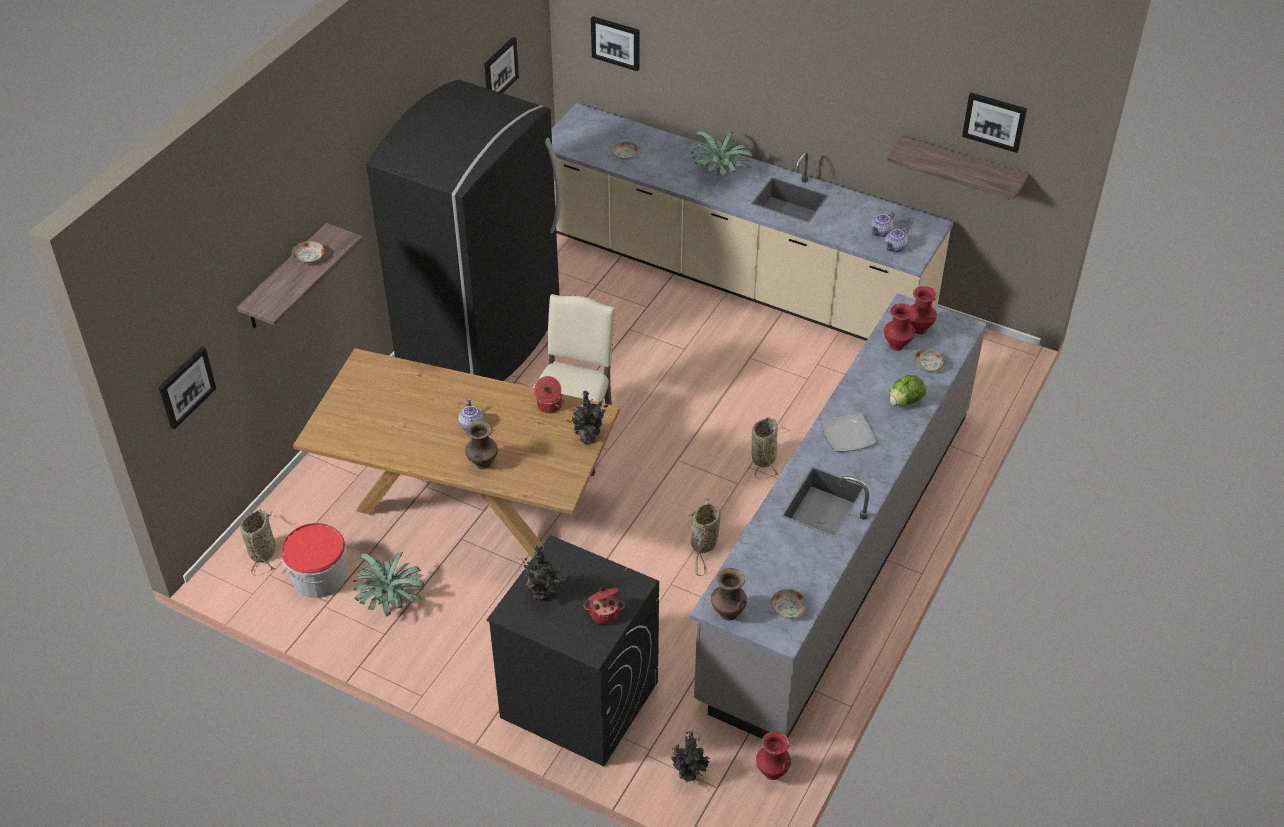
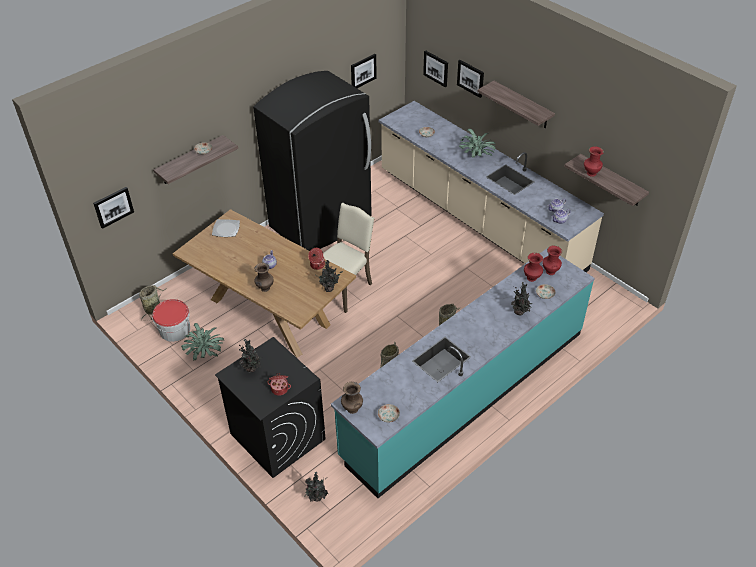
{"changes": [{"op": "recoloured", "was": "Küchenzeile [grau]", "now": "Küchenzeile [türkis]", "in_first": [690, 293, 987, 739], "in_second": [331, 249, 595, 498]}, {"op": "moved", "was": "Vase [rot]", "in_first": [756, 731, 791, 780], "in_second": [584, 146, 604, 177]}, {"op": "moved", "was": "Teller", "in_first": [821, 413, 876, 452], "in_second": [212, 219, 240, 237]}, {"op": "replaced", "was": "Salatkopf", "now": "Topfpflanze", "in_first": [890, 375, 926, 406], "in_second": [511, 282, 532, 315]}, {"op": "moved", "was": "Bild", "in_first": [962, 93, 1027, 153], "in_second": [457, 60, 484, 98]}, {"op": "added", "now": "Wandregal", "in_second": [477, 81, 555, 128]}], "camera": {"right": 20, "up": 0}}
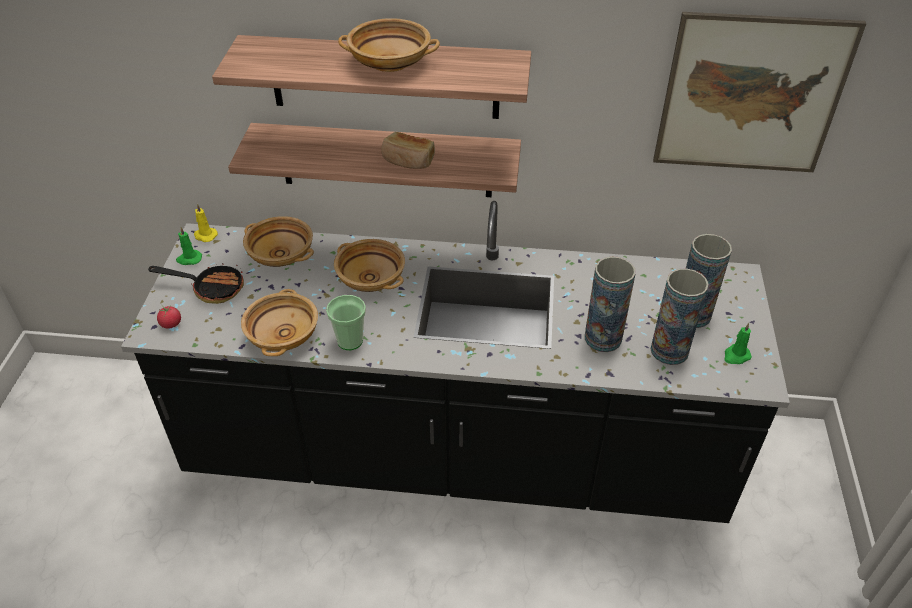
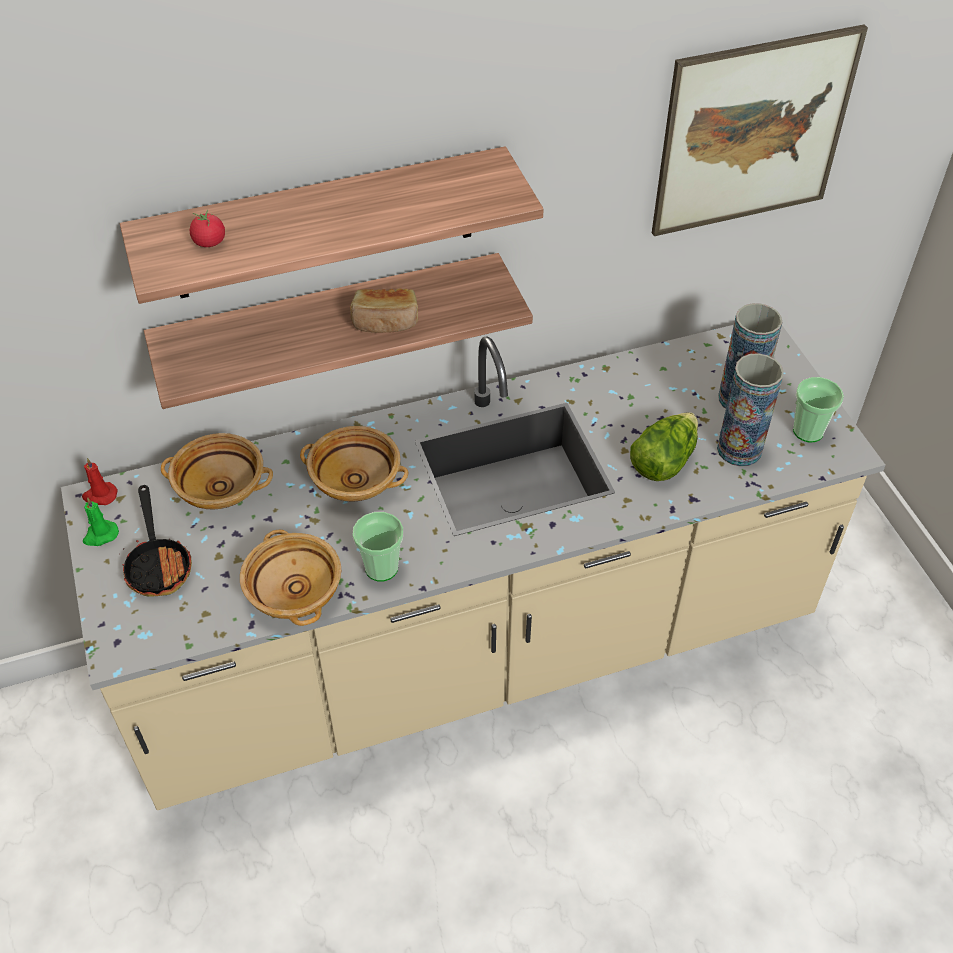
{"changes": [{"op": "recoloured", "was": "Küchenzeile [schwarz]", "now": "Küchenzeile [beige]", "in_first": [121, 201, 790, 523], "in_second": [61, 325, 885, 810]}, {"op": "turned", "was": "Pfanne", "in_first": [148, 263, 244, 304], "in_second": [123, 485, 192, 597], "clockwise": 90}, {"op": "moved", "was": "Tomate", "in_first": [157, 305, 181, 329], "in_second": [190, 210, 225, 247]}, {"op": "recoloured", "was": "Kerze [gelb]", "now": "Kerze [rot]", "in_first": [194, 204, 218, 242], "in_second": [82, 458, 118, 505]}, {"op": "removed", "was": "Schüssel [beige]", "in_first": [338, 18, 440, 72]}, {"op": "replaced", "was": "Vase", "now": "Salatkopf", "in_first": [585, 256, 636, 352], "in_second": [630, 413, 698, 481]}, {"op": "replaced", "was": "Kerze [grün]", "now": "Tasse", "in_first": [724, 323, 752, 364], "in_second": [793, 377, 844, 442]}], "camera": {"right": -25, "up": 5}}
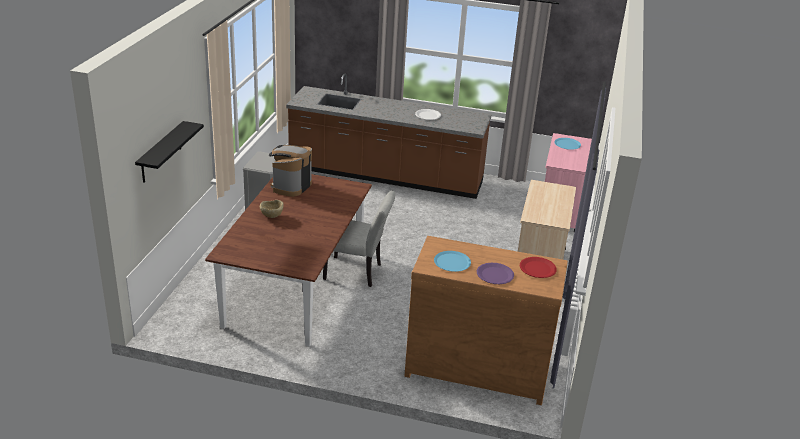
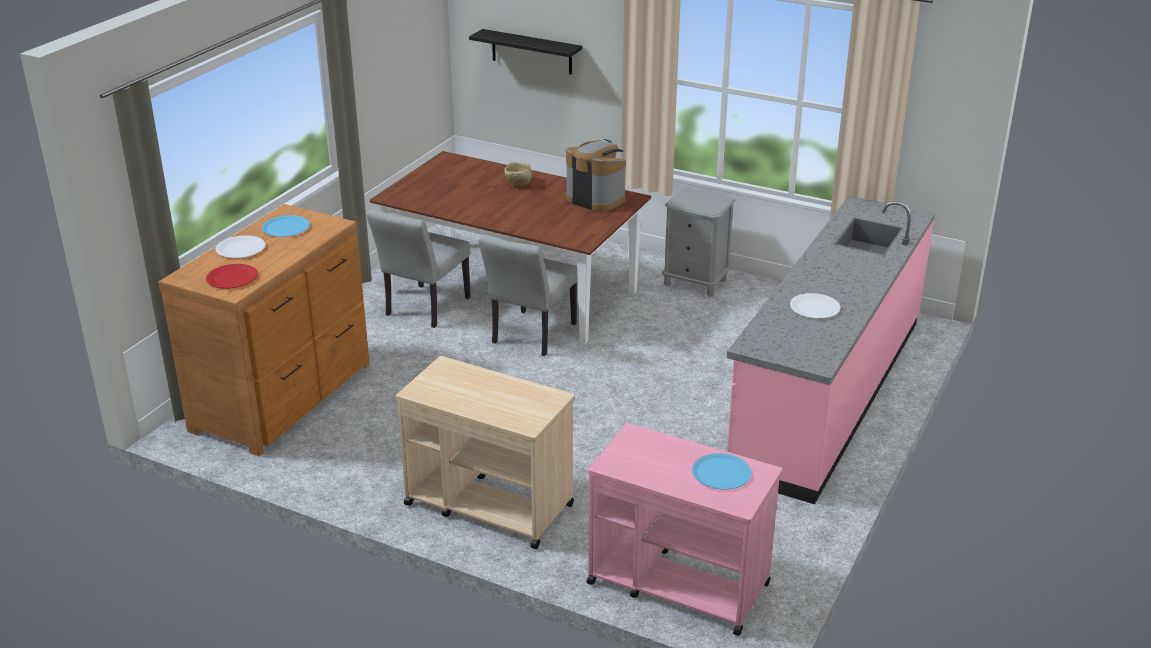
{"changes": [{"op": "recoloured", "was": "Küchenzeile [braun]", "now": "Küchenzeile [rosa]", "in_first": [286, 74, 492, 199], "in_second": [727, 196, 935, 504]}, {"op": "recoloured", "was": "Teller [lila]", "now": "Teller [weiß]", "in_first": [477, 263, 514, 284], "in_second": [216, 235, 266, 258]}, {"op": "added", "now": "Stuhl [grau]", "in_second": [367, 209, 471, 328]}], "camera": {"right": 105, "up": 0}}
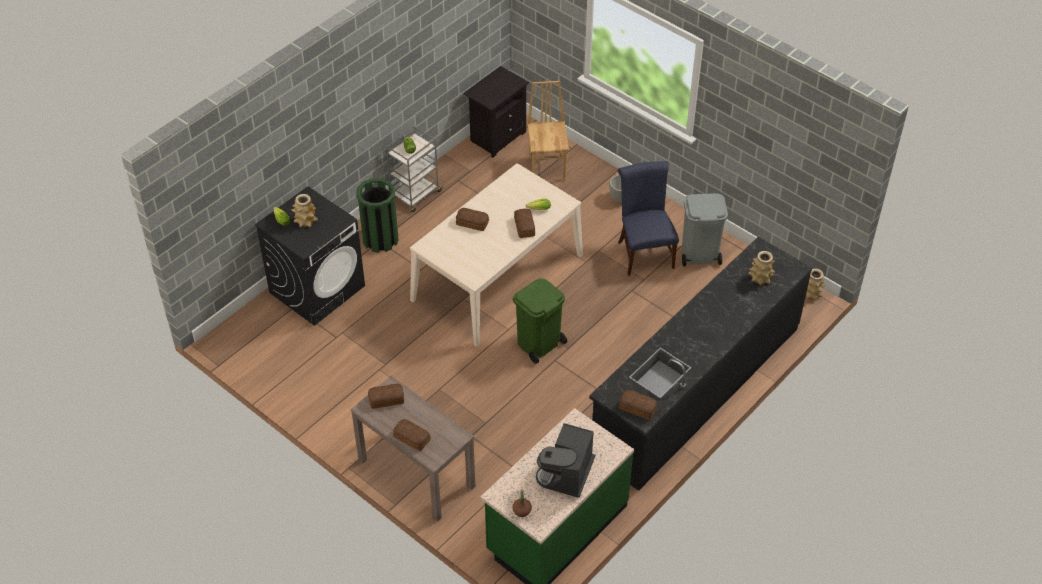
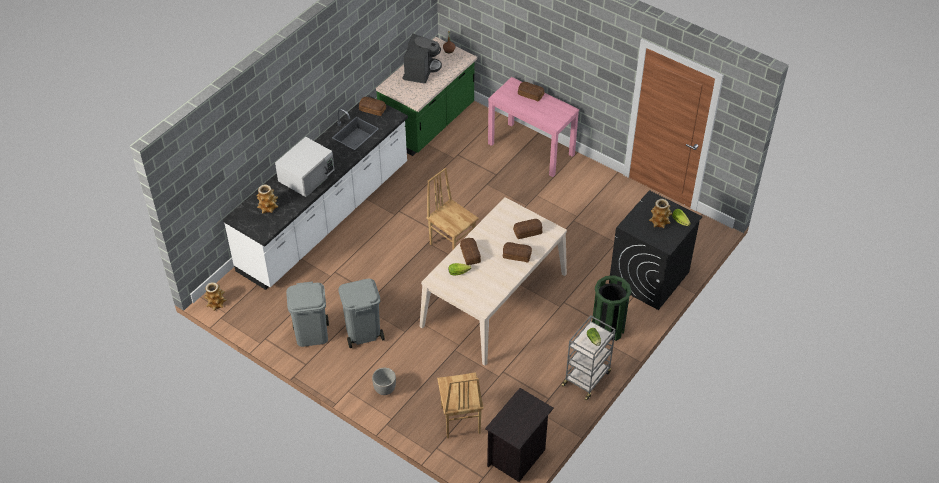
{"changes": [{"op": "recoloured", "was": "Konsolentisch [braun]", "now": "Konsolentisch [rosa]", "in_first": [350, 376, 475, 521], "in_second": [488, 77, 579, 177]}, {"op": "moved", "was": "Brot", "in_first": [368, 384, 404, 409], "in_second": [513, 219, 542, 239]}, {"op": "replaced", "was": "Mülleimer [grün]", "now": "Stuhl [braun]", "in_first": [513, 278, 567, 364], "in_second": [426, 168, 479, 249]}, {"op": "recoloured", "was": "Küchenzeile [schwarz]", "now": "Küchenzeile [weiß]", "in_first": [589, 237, 812, 491], "in_second": [223, 95, 408, 290]}, {"op": "replaced", "was": "Stuhl [blau]", "now": "Mülleimer [grau]", "in_first": [618, 161, 679, 276], "in_second": [338, 279, 385, 348]}, {"op": "added", "now": "Mikrowelle [weiß]", "in_second": [275, 137, 334, 197]}], "camera": {"right": 175, "up": 0}}
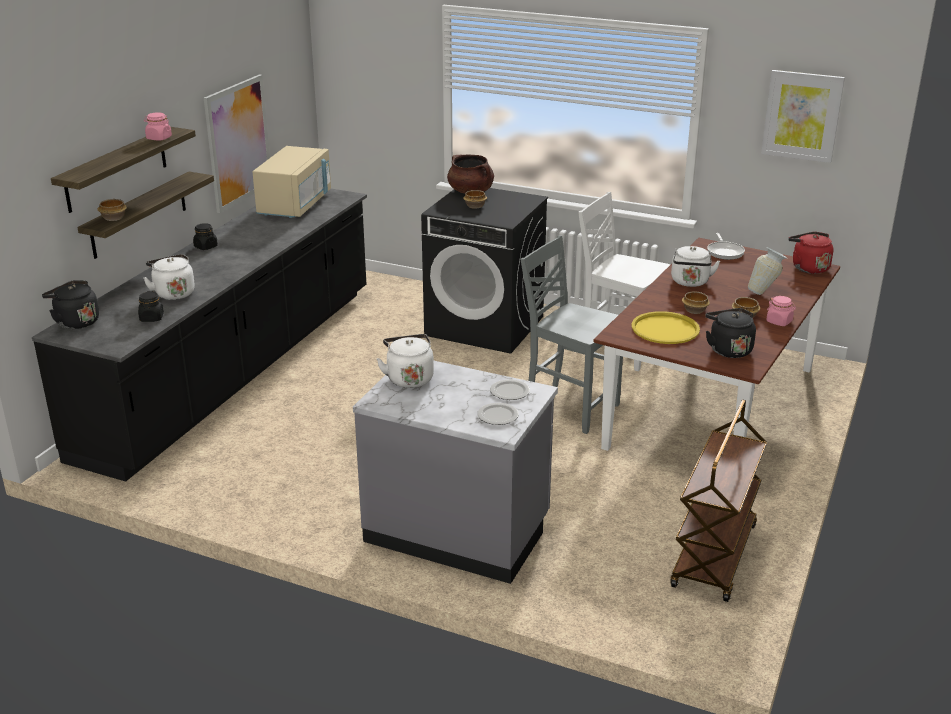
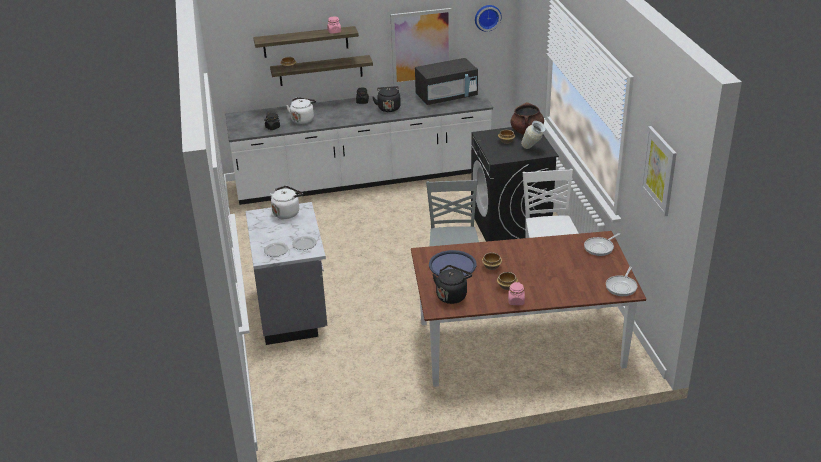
{"changes": [{"op": "recoloured", "was": "Küchenzeile [schwarz]", "now": "Küchenzeile [weiß]", "in_first": [32, 189, 367, 482], "in_second": [225, 85, 493, 205]}, {"op": "moved", "was": "Wasserkessel [schwarz]", "in_first": [42, 280, 99, 329], "in_second": [372, 86, 401, 112]}, {"op": "recoloured", "was": "Mikrowelle [beige]", "now": "Mikrowelle [schwarz]", "in_first": [252, 146, 331, 218], "in_second": [415, 58, 478, 105]}, {"op": "recoloured", "was": "Tablett [gelb]", "now": "Tablett [blau]", "in_first": [631, 311, 700, 344], "in_second": [429, 250, 476, 277]}, {"op": "removed", "was": "Wasserkessel [weiß]", "in_first": [671, 246, 720, 287]}, {"op": "removed", "was": "Rollwagen [braun]", "in_first": [671, 400, 767, 602]}, {"op": "moved", "was": "Vase", "in_first": [748, 247, 788, 295], "in_second": [521, 121, 546, 149]}, {"op": "replaced", "was": "Wasserkessel [rot]", "now": "Pfanne", "in_first": [788, 232, 834, 274], "in_second": [606, 266, 637, 296]}, {"op": "added", "now": "Wanduhr", "in_second": [475, 5, 502, 32]}], "camera": {"right": 55, "up": 5}}
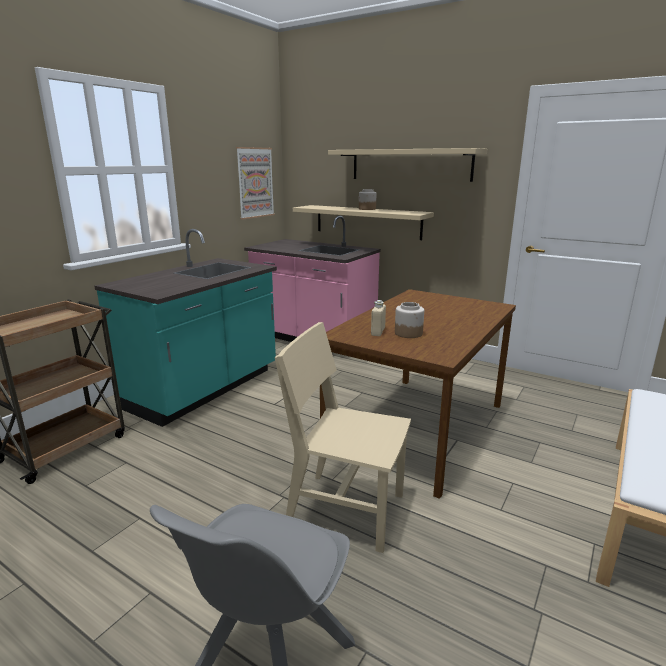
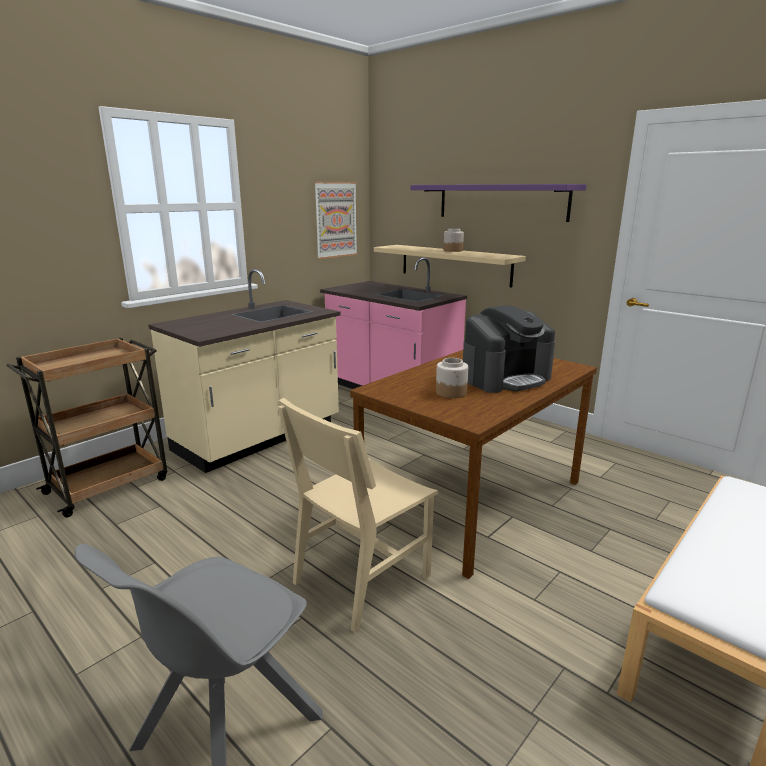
{"changes": [{"op": "recoloured", "was": "Küchenzeile [türkis]", "now": "Küchenzeile [beige]", "in_first": [95, 229, 277, 427], "in_second": [149, 269, 341, 473]}, {"op": "turned", "was": "Stuhl [beige]", "in_first": [275, 322, 411, 553], "in_second": [278, 398, 438, 633], "clockwise": -75}, {"op": "recoloured", "was": "Wandregal [beige]", "now": "Wandregal [lila]", "in_first": [328, 148, 487, 182], "in_second": [411, 184, 587, 222]}, {"op": "removed", "was": "Flasche [beige]", "in_first": [371, 300, 386, 336]}, {"op": "added", "now": "Kaffeemaschine", "in_second": [463, 305, 555, 393]}], "camera": {"right": 10, "up": 0}}
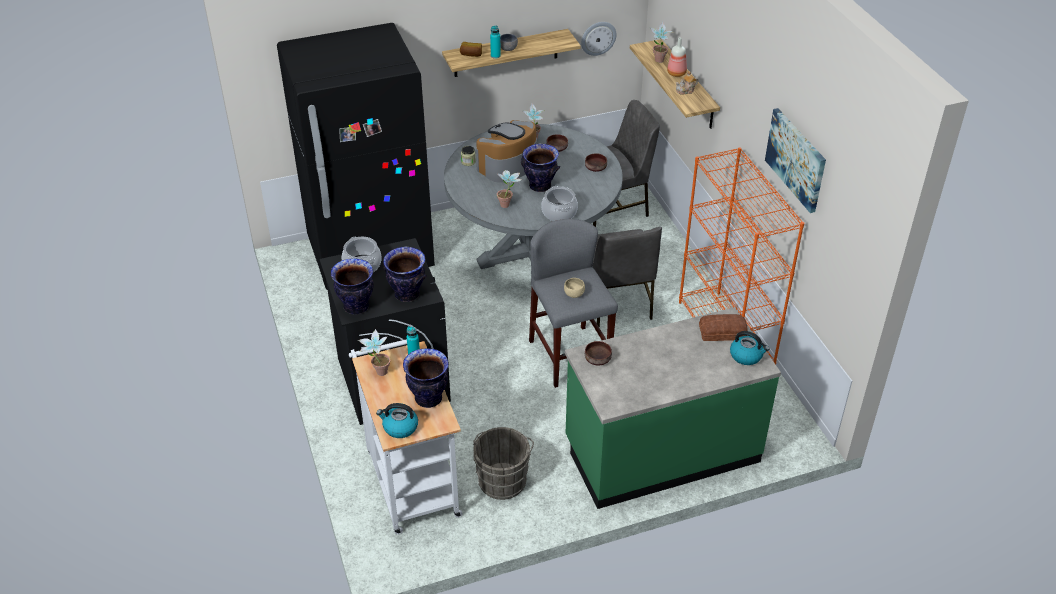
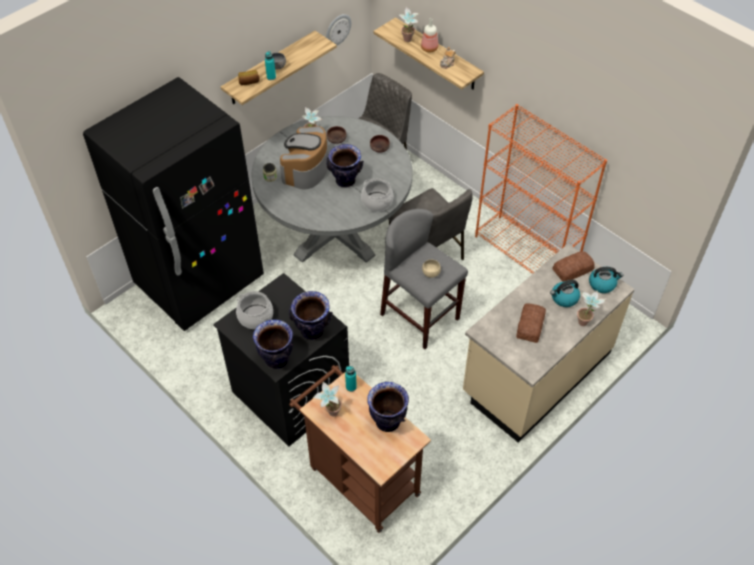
{"changes": [{"op": "recoloured", "was": "Rollwagen [weiß]", "now": "Rollwagen [braun]", "in_first": [349, 339, 463, 535], "in_second": [289, 365, 431, 533]}, {"op": "moved", "was": "Wasserkessel", "in_first": [376, 403, 418, 438], "in_second": [550, 280, 580, 307]}, {"op": "removed", "was": "Eimer [grau]", "in_first": [473, 427, 534, 500]}, {"op": "moved", "was": "Topfpflanze", "in_first": [497, 170, 522, 208], "in_second": [577, 290, 606, 326]}, {"op": "recoloured", "was": "Küchenzeile [grün]", "now": "Küchenzeile [beige]", "in_first": [565, 307, 781, 509], "in_second": [463, 244, 635, 443]}, {"op": "removed", "was": "Schüssel [braun]", "in_first": [585, 341, 612, 365]}, {"op": "removed", "was": "Bild", "in_first": [765, 108, 826, 213]}, {"op": "added", "now": "Brot", "in_second": [516, 303, 546, 343]}], "camera": {"right": -25, "up": 10}}
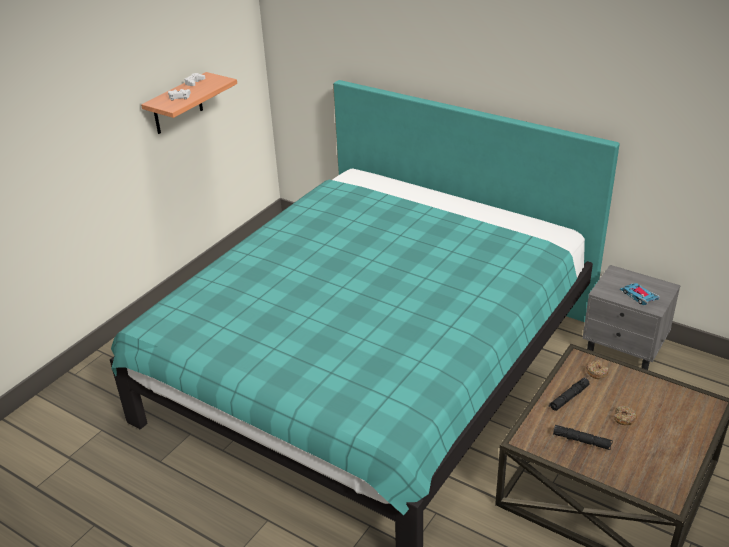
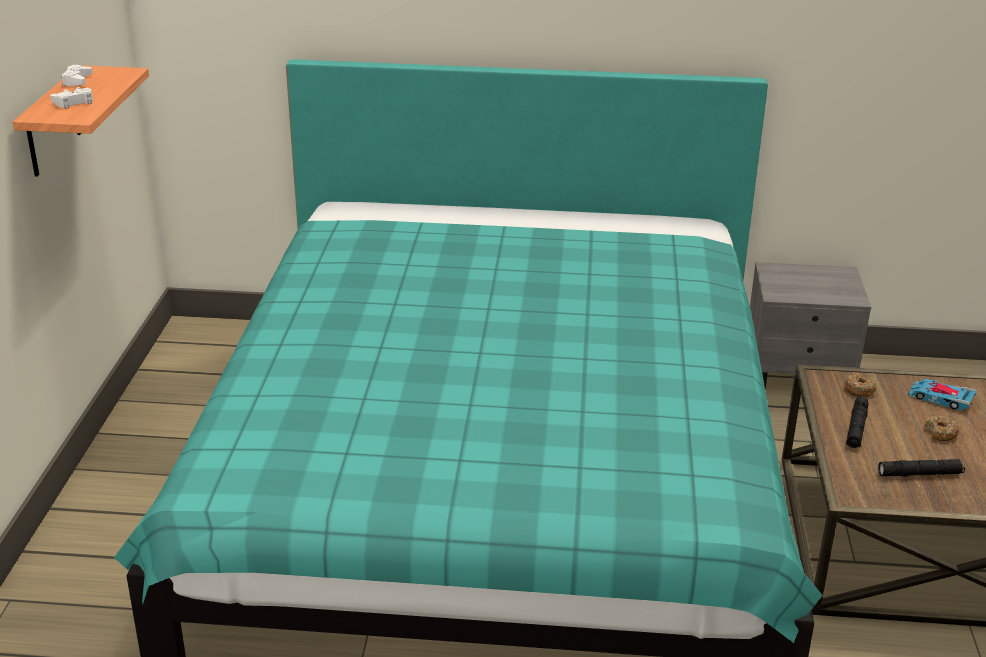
{"changes": [{"op": "moved", "was": "Spielzeugauto", "in_first": [620, 283, 660, 305], "in_second": [908, 379, 977, 410]}], "camera": {"right": -30, "up": -5}}
